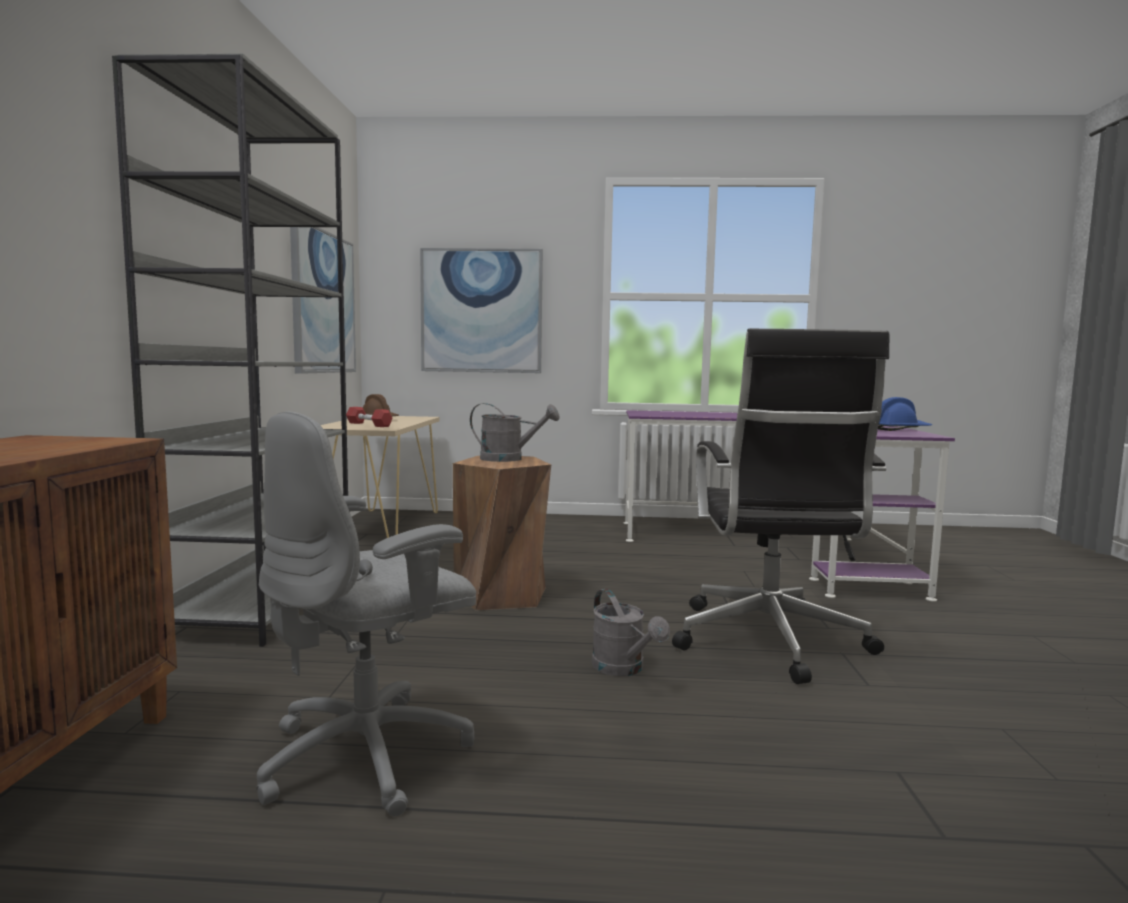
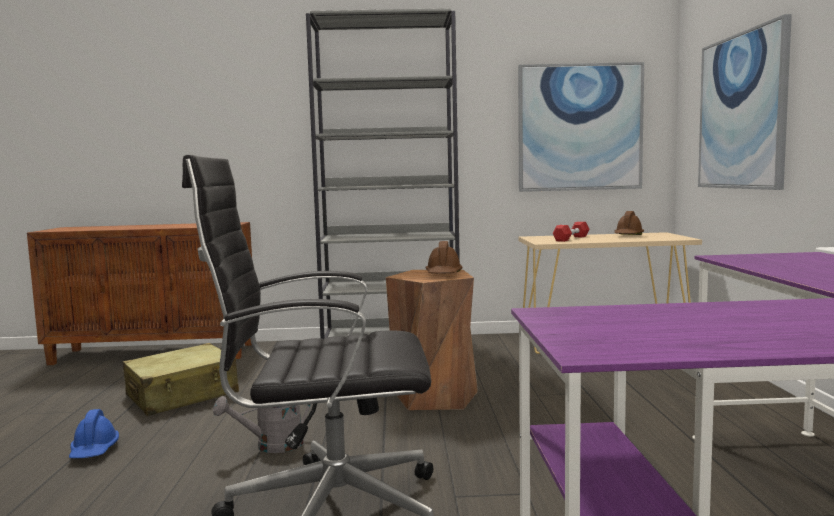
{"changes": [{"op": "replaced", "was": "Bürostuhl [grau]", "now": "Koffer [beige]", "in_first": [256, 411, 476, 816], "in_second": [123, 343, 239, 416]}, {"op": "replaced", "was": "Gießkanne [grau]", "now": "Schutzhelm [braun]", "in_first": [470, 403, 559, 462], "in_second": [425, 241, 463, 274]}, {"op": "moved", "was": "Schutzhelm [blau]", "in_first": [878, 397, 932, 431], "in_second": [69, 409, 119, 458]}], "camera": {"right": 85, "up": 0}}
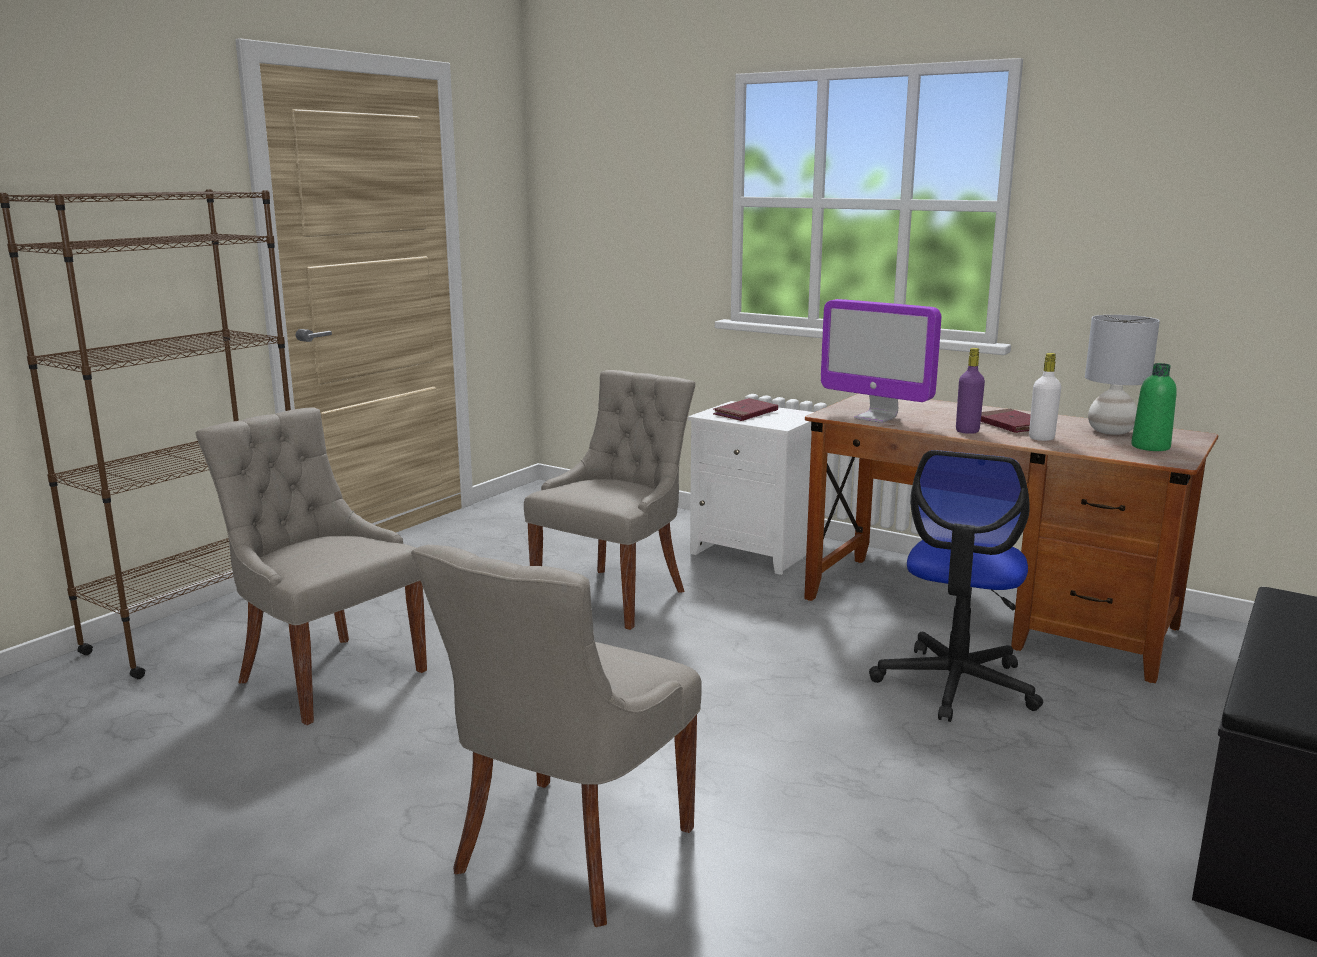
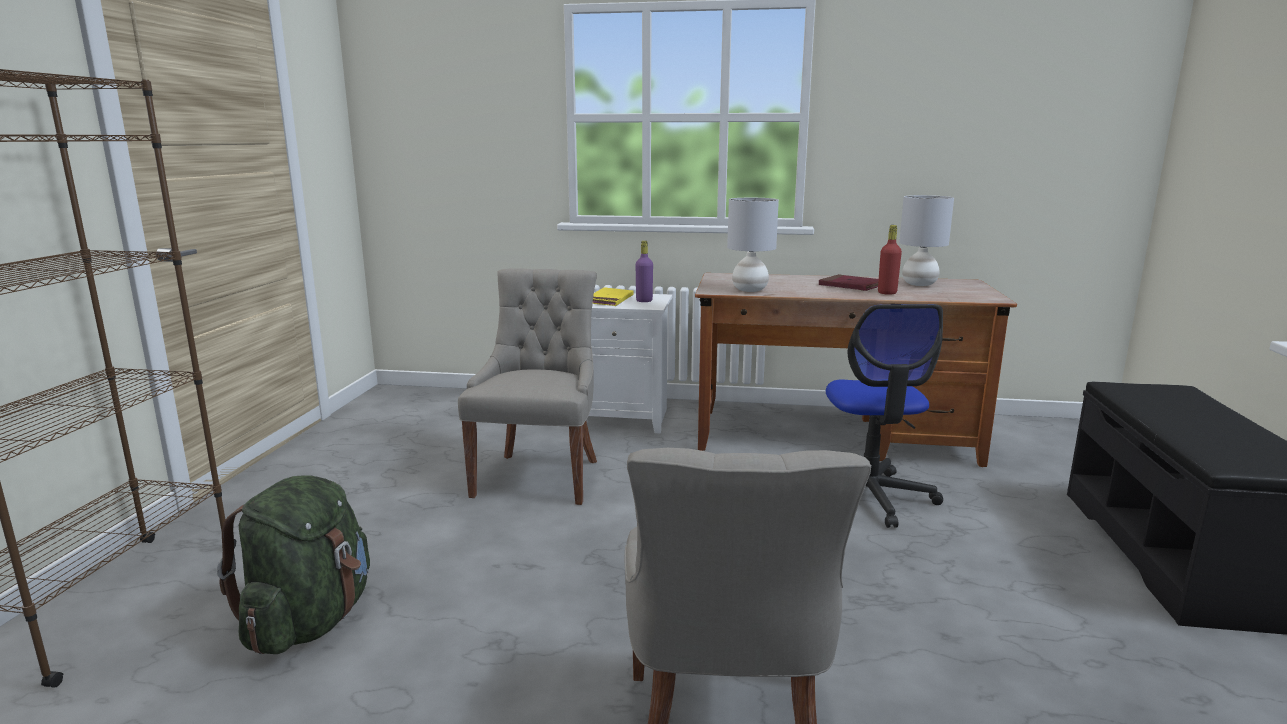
{"changes": [{"op": "replaced", "was": "Stuhl [grau]", "now": "Rucksack [grün]", "in_first": [196, 407, 427, 725], "in_second": [217, 475, 370, 654]}, {"op": "recoloured", "was": "Buch [rot]", "now": "Buch [gelb]", "in_first": [713, 398, 778, 421], "in_second": [593, 287, 633, 306]}, {"op": "replaced", "was": "Monitor", "now": "Tischlampe [grau]", "in_first": [821, 299, 941, 423], "in_second": [727, 198, 779, 292]}, {"op": "moved", "was": "Flasche [lila]", "in_first": [956, 348, 985, 434], "in_second": [636, 241, 653, 302]}, {"op": "recoloured", "was": "Flasche [weiß]", "now": "Flasche [rot]", "in_first": [1029, 353, 1061, 441], "in_second": [878, 225, 902, 295]}, {"op": "removed", "was": "Flasche [grün]", "in_first": [1131, 363, 1177, 451]}], "camera": {"right": -25, "up": 0}}
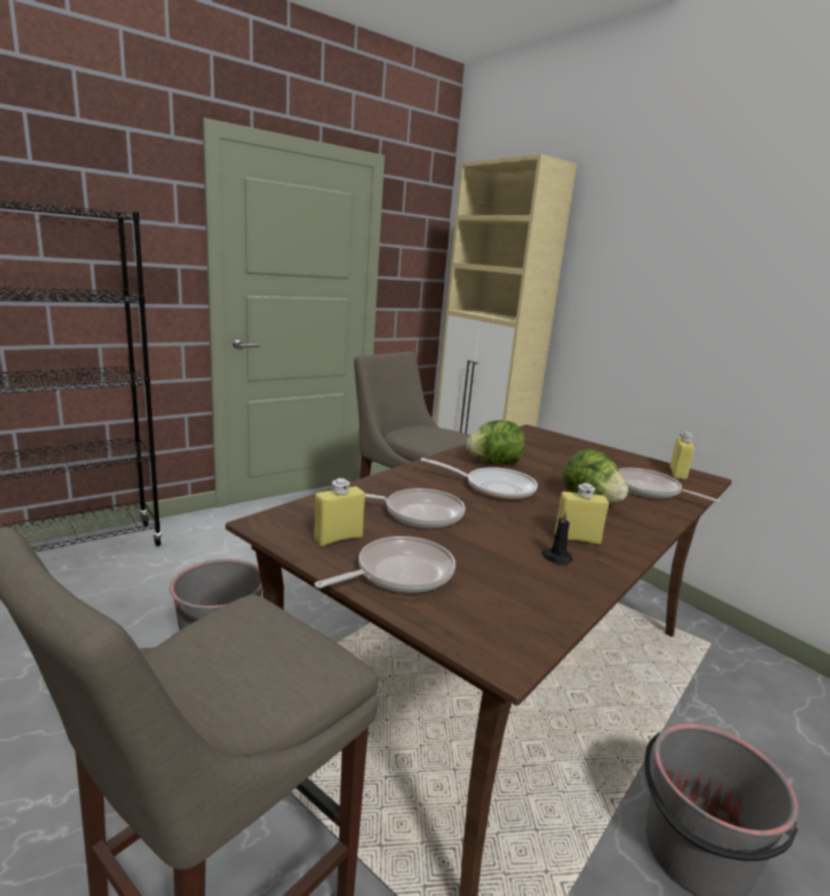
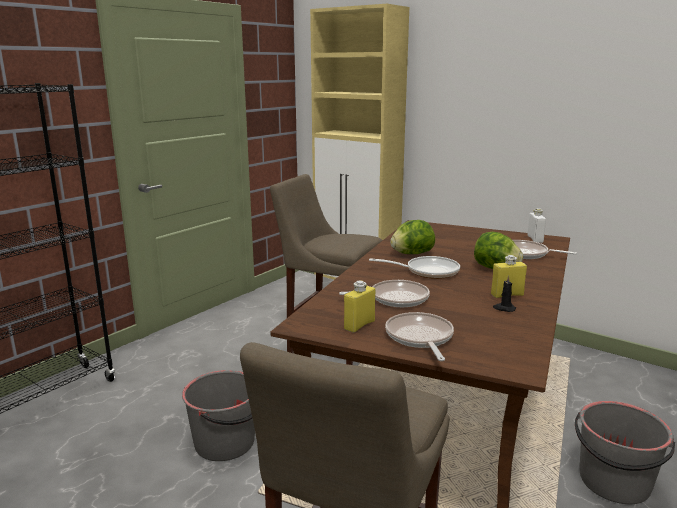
{"changes": [{"op": "turned", "was": "Pfanne", "in_first": [314, 536, 456, 593], "in_second": [385, 312, 454, 361], "clockwise": -45}, {"op": "recoloured", "was": "Flasche [gelb]", "now": "Flasche [weiß]", "in_first": [670, 432, 695, 479], "in_second": [527, 208, 546, 243]}], "camera": {"right": -15, "up": 0}}
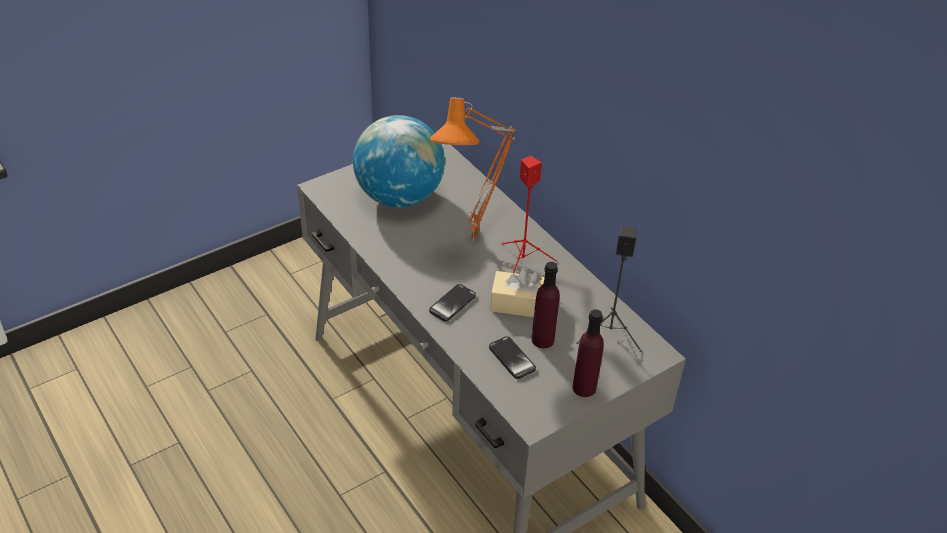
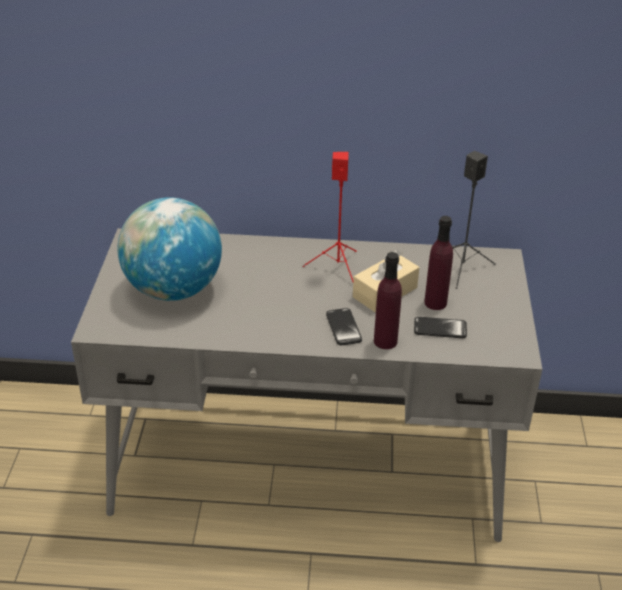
{"changes": [{"op": "removed", "was": "Tischlampe [orange]", "in_first": [430, 98, 516, 243]}, {"op": "moved", "was": "Flasche [lila]", "in_first": [572, 309, 604, 397], "in_second": [374, 252, 402, 349]}], "camera": {"right": -50, "up": -5}}
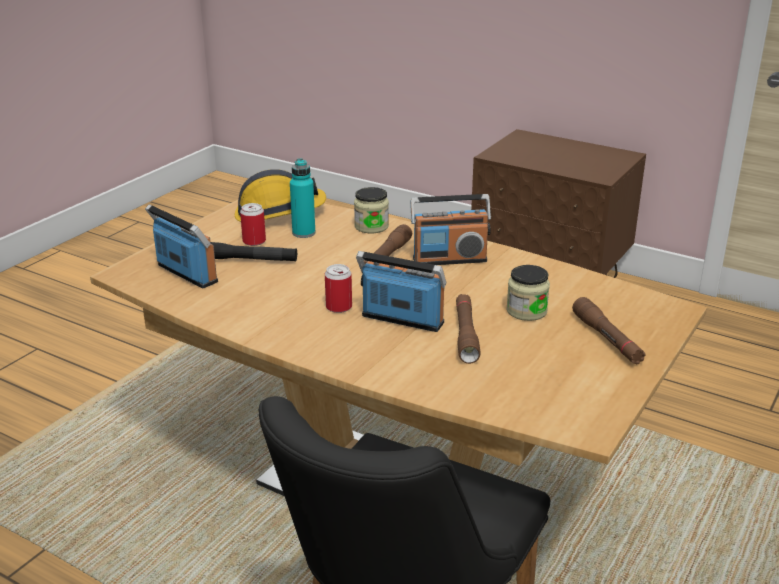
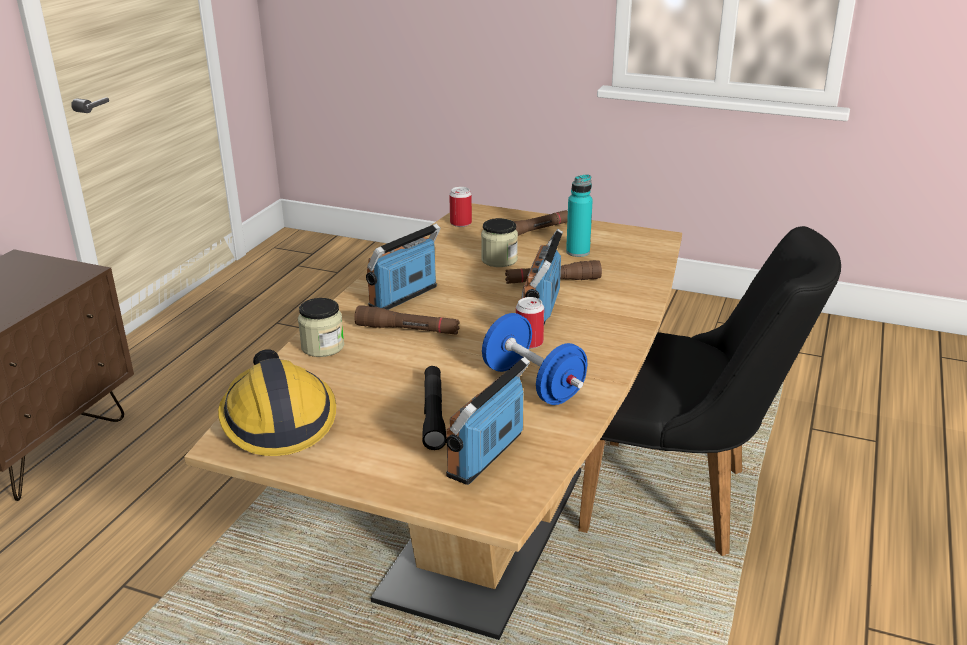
{"changes": [{"op": "moved", "was": "Dose", "in_first": [240, 203, 266, 246], "in_second": [449, 187, 472, 227]}, {"op": "moved", "was": "Flasche [türkis]", "in_first": [290, 158, 315, 238], "in_second": [566, 174, 593, 257]}, {"op": "turned", "was": "Radio", "in_first": [410, 194, 491, 265], "in_second": [366, 224, 440, 310], "clockwise": -120}, {"op": "added", "now": "Hantel [blau]", "in_second": [482, 313, 587, 405]}], "camera": {"right": -100, "up": 0}}
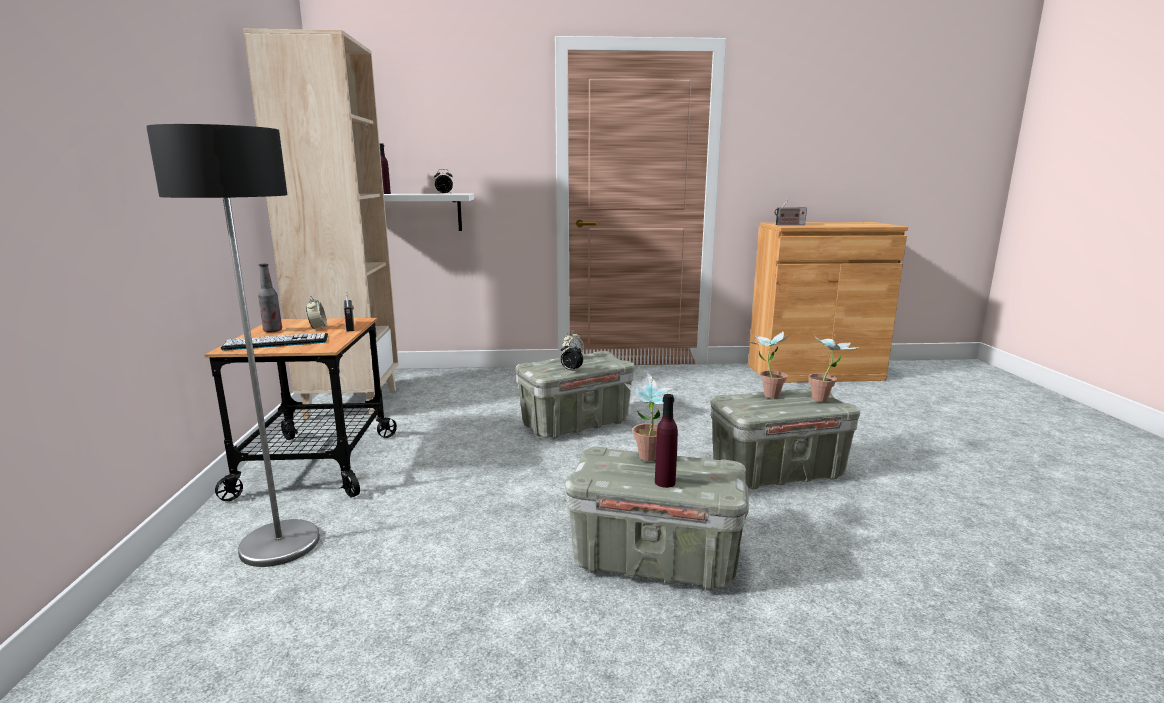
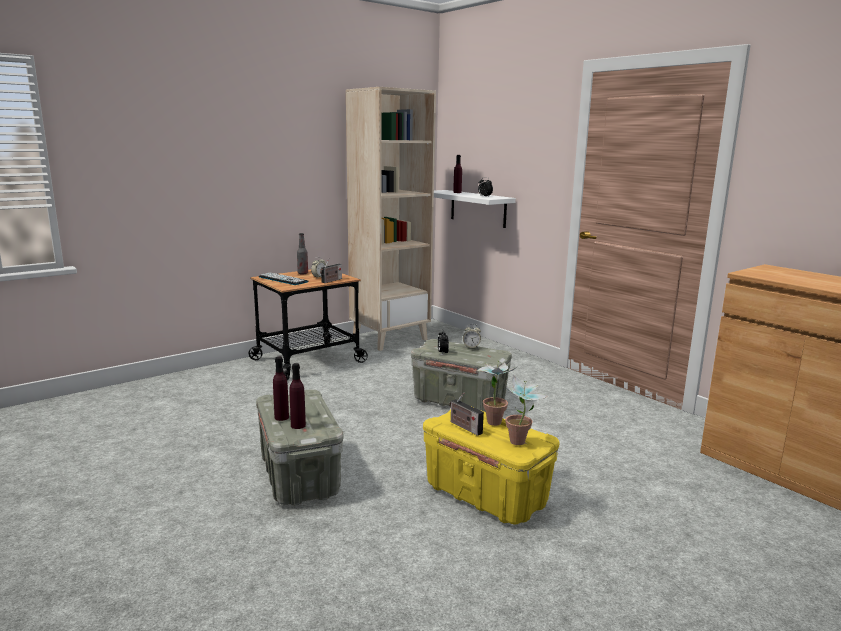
{"changes": [{"op": "removed", "was": "Stehlampe", "in_first": [146, 124, 320, 567]}, {"op": "removed", "was": "Topfpflanze", "in_first": [625, 373, 676, 461]}, {"op": "recoloured", "was": "Aufbewahrungsbox [grau]", "now": "Aufbewahrungsbox [gelb]", "in_first": [710, 387, 860, 489], "in_second": [423, 406, 559, 524]}, {"op": "moved", "was": "Radio", "in_first": [774, 198, 807, 225], "in_second": [450, 392, 484, 436]}, {"op": "added", "now": "Flasche [lila]", "in_second": [289, 363, 306, 429]}], "camera": {"right": 55, "up": 0}}
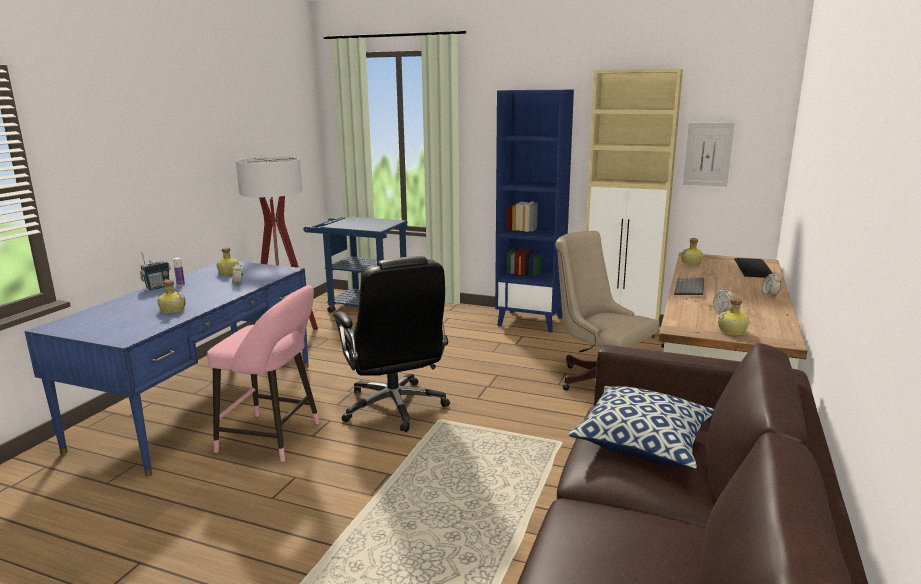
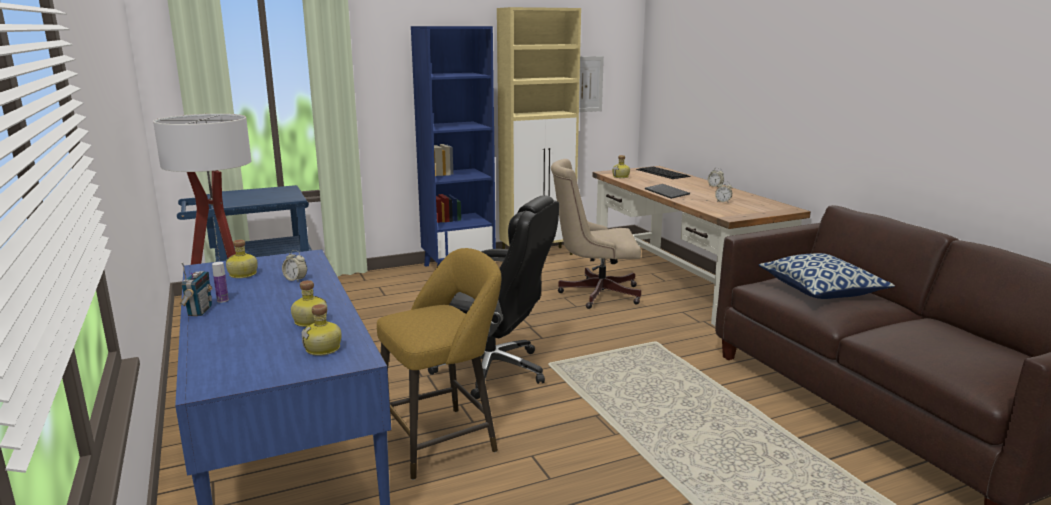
{"changes": [{"op": "recoloured", "was": "Hocker [rosa]", "now": "Hocker [gelb]", "in_first": [207, 285, 320, 462], "in_second": [377, 248, 501, 480]}, {"op": "moved", "was": "Flasche", "in_first": [718, 297, 749, 335], "in_second": [302, 304, 342, 356]}], "camera": {"right": -45, "up": 0}}
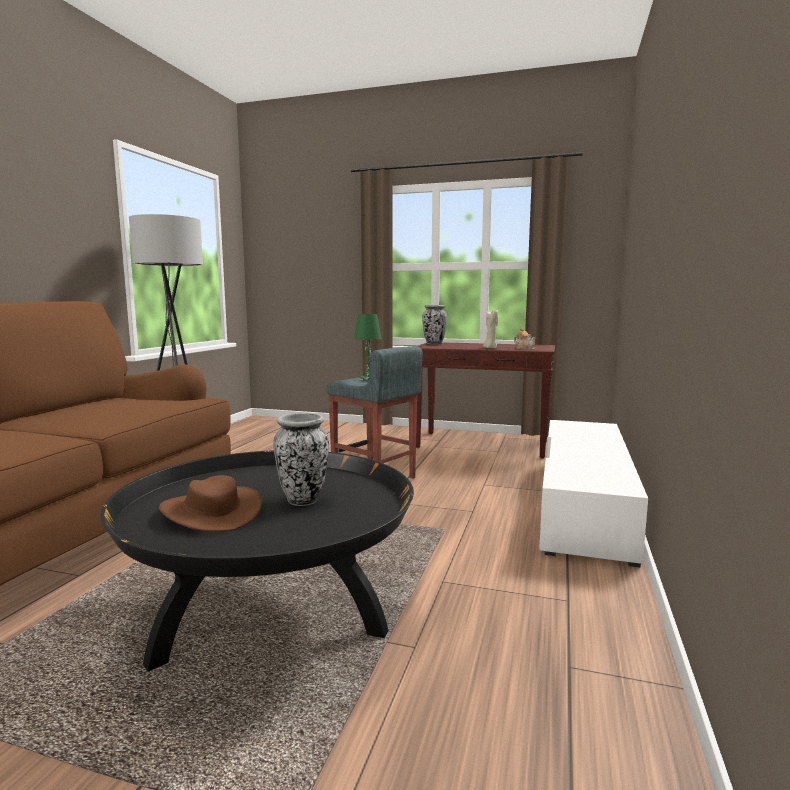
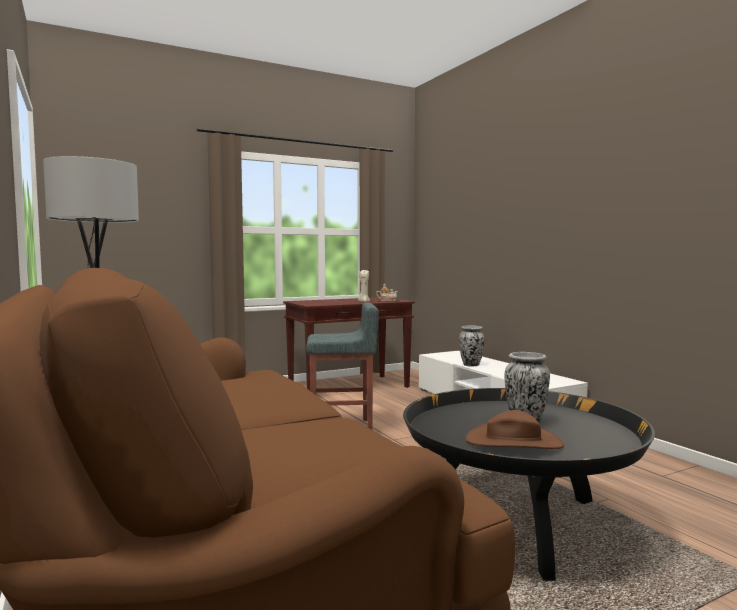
{"changes": [{"op": "removed", "was": "Tischlampe [grün]", "in_first": [354, 314, 381, 381]}, {"op": "moved", "was": "Vase", "in_first": [422, 305, 447, 344], "in_second": [459, 326, 485, 366]}], "camera": {"right": -45, "up": -5}}
